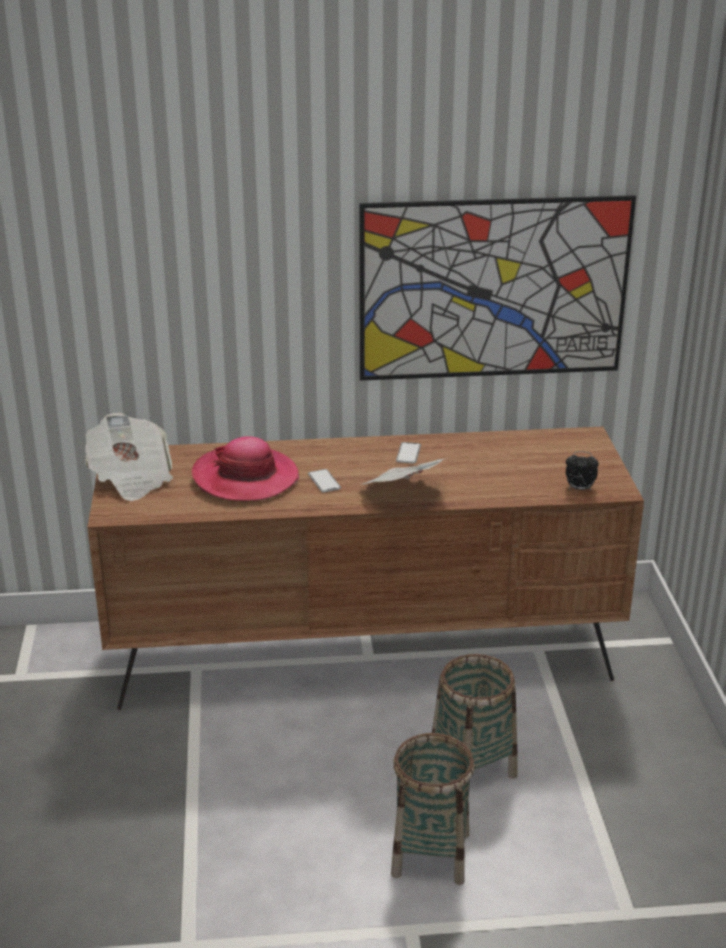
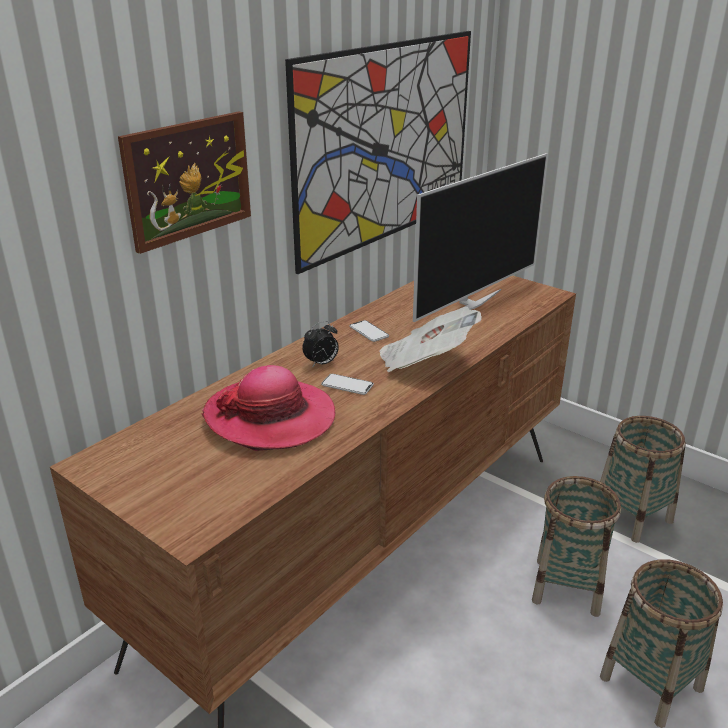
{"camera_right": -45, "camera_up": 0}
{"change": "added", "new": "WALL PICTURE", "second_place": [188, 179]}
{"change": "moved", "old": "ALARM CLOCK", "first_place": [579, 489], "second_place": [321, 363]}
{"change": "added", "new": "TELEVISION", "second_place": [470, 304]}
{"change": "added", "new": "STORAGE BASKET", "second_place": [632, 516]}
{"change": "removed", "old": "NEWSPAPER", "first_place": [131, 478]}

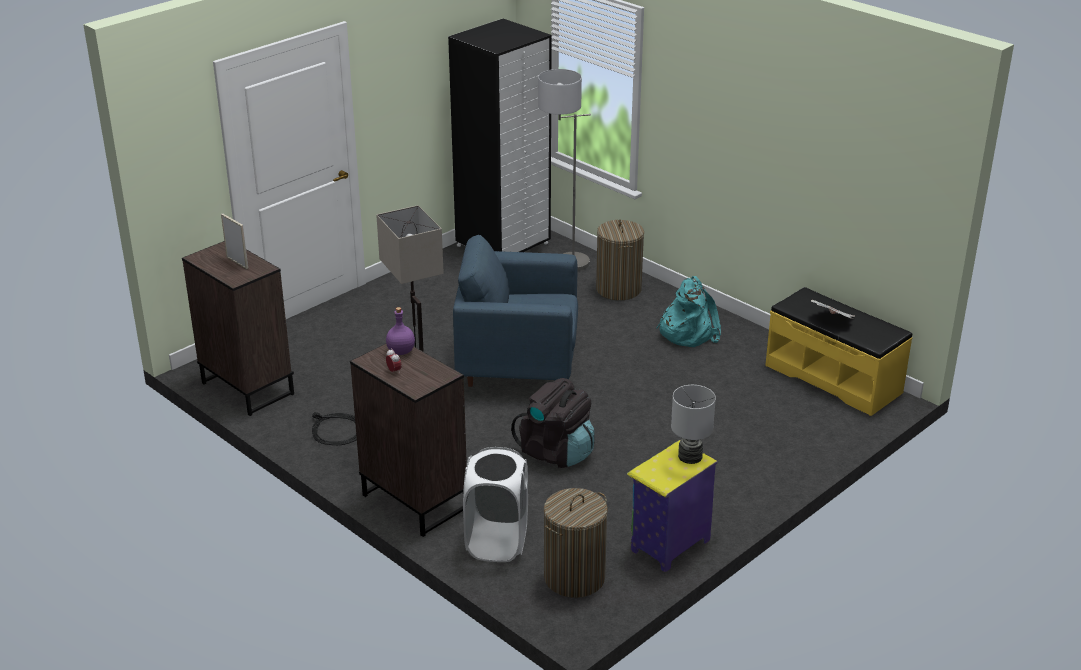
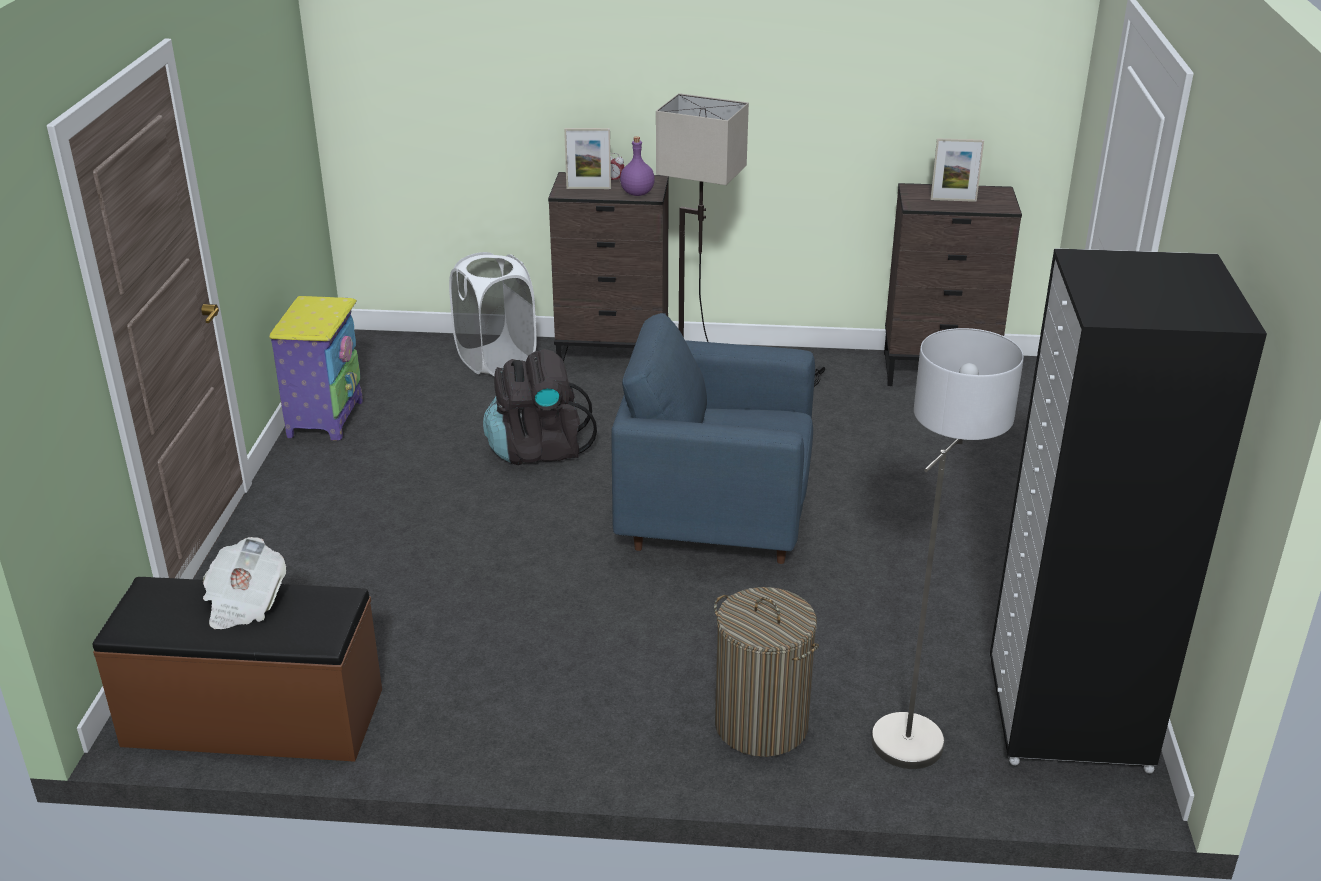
{"camera_right": 140, "camera_up": 0}
{"change": "recoloured", "old": "YELLOW-COLOURED LONG SEAT", "new": "BROWN-COLOURED LONG SEAT", "first_place": [833, 378], "second_place": [253, 718]}
{"change": "added", "new": "STANDING FRAME", "second_place": [588, 188]}
{"change": "turned", "old": "BLUISH EASY CHAIR", "first_place": [518, 366], "second_place": [716, 521], "degrees": -135}
{"change": "removed", "old": "WASHING BASKET", "first_place": [574, 578]}
{"change": "removed", "old": "TURQUOISE RUCKSACK", "first_place": [687, 332]}
{"change": "removed", "old": "GREYISH TABLETOP LAMP", "first_place": [690, 457]}

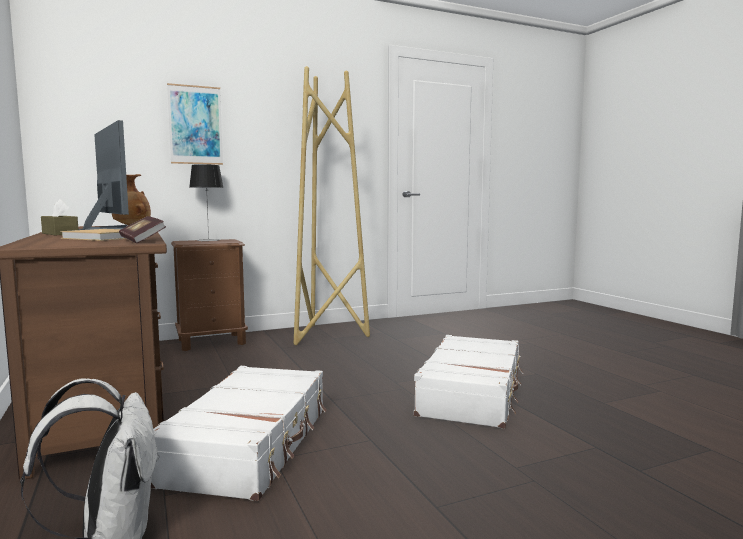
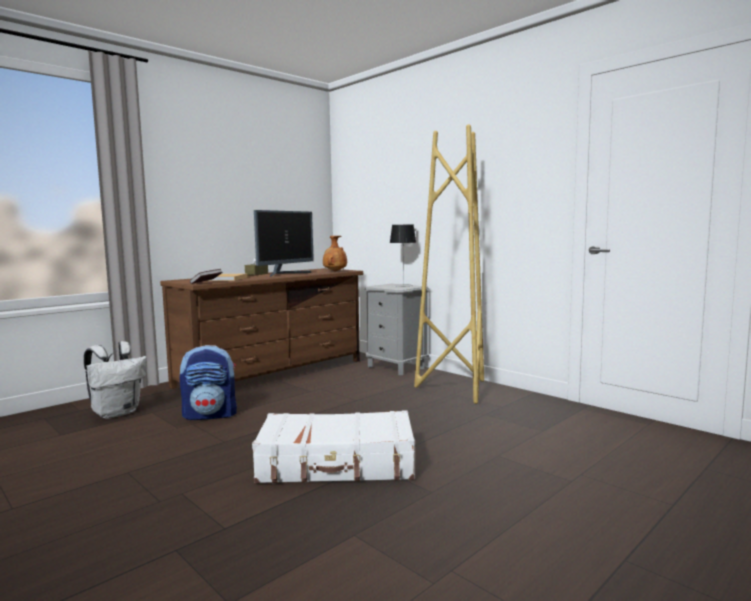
{"camera_right": 70, "camera_up": 0}
{"change": "replaced", "old": "WHITE SUITCASE", "new": "RUCKSACK", "first_place": [250, 445], "second_place": [211, 415]}
{"change": "recoloured", "old": "BROWN-COLOURED NIGHTSTAND", "new": "GREYISH NIGHTSTAND", "first_place": [212, 342], "second_place": [396, 367]}
{"change": "removed", "old": "WALL PICTURE", "first_place": [195, 125]}

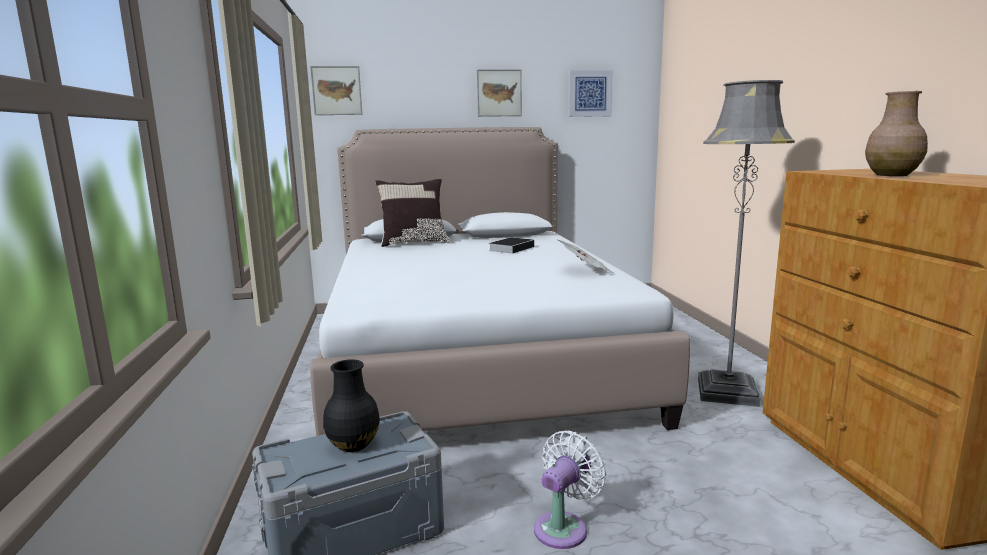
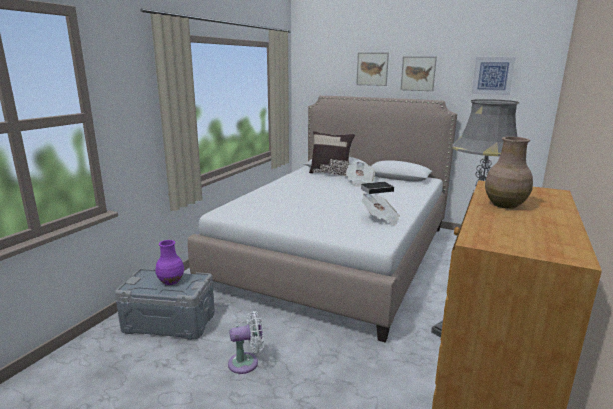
{"camera_right": 35, "camera_up": 5}
{"change": "recoloured", "old": "BLACK-COLOURED DECORATIVE VASE", "new": "PURPLISH DECORATIVE VASE", "first_place": [354, 444], "second_place": [171, 281]}
{"change": "added", "new": "NEWSPAPER", "second_place": [359, 182]}
{"change": "moved", "old": "WALL PICTURE", "first_place": [336, 90], "second_place": [372, 69]}

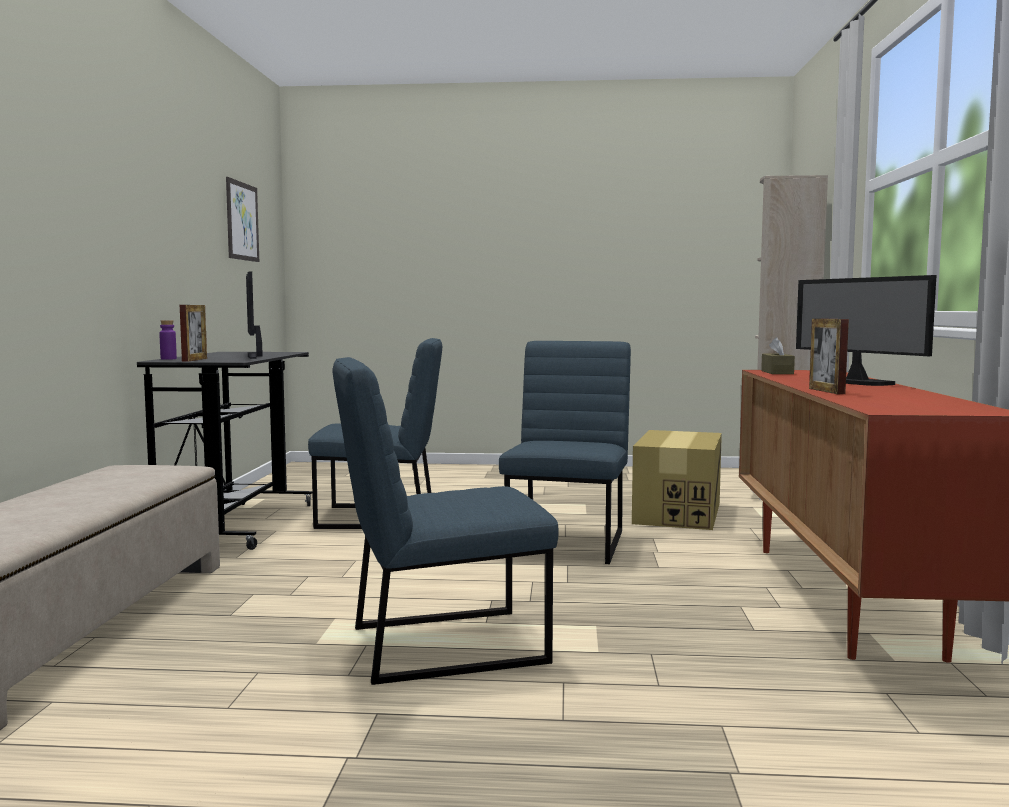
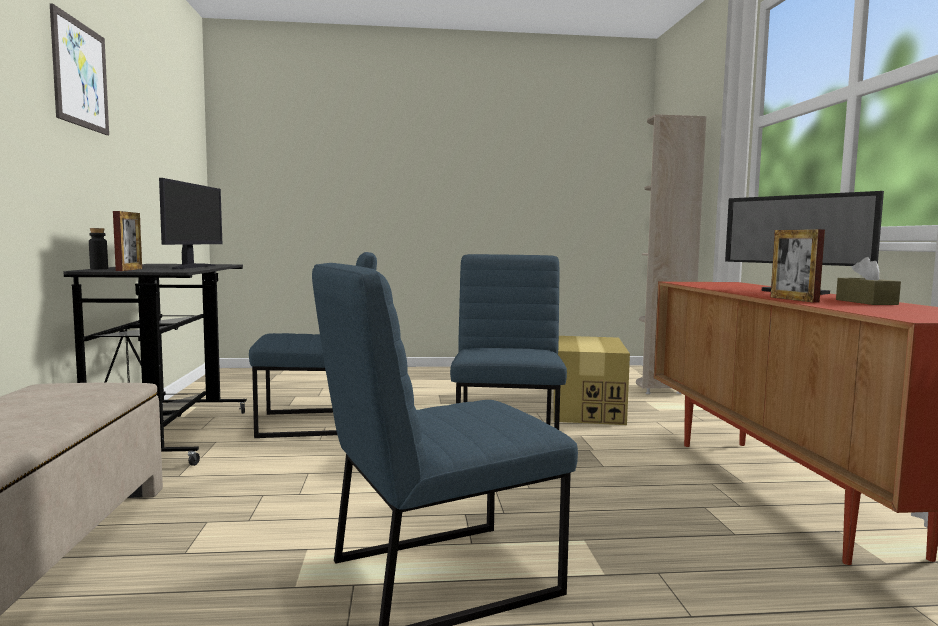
{"camera_right": -10, "camera_up": 0}
{"change": "moved", "old": "WALL PICTURE", "first_place": [242, 221], "second_place": [80, 75]}
{"change": "recoloured", "old": "PURPLISH BEVERAGE BOTTLE", "new": "BLACK-COLOURED BEVERAGE BOTTLE", "first_place": [168, 359], "second_place": [99, 269]}
{"change": "turned", "old": "COMPUTER SCREEN", "first_place": [255, 356], "second_place": [192, 267], "degrees": -150}
{"change": "moved", "old": "BROWN-COLOURED TISSUE BOX", "first_place": [777, 372], "second_place": [866, 302]}

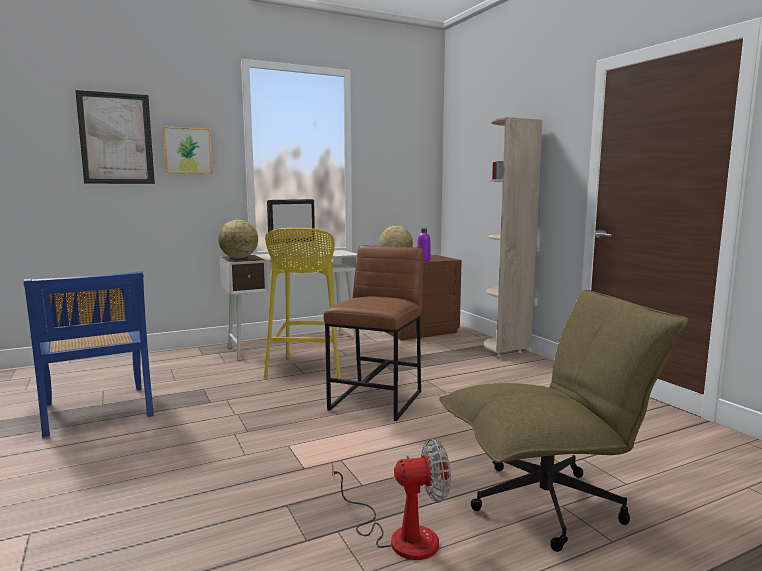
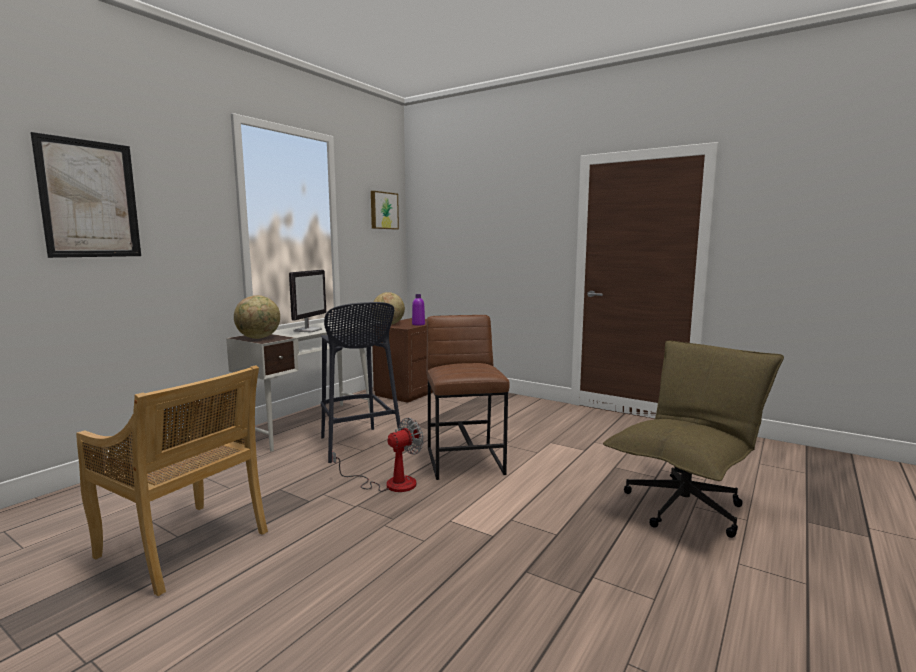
{"camera_right": -30, "camera_up": 0}
{"change": "recoloured", "old": "BLUISH PLAIN CHAIR", "new": "BEIGE-COLOURED PLAIN CHAIR", "first_place": [98, 411], "second_place": [185, 546]}
{"change": "recoloured", "old": "YELLOW-COLOURED SITTING STOOL", "new": "GREYISH SITTING STOOL", "first_place": [306, 368], "second_place": [358, 444]}
{"change": "moved", "old": "ELECTRIC FAN", "first_place": [400, 535], "second_place": [390, 484]}
{"change": "moved", "old": "WALL PICTURE", "first_place": [187, 150], "second_place": [383, 210]}
{"change": "removed", "old": "BEIGE-COLOURED SHELVING UNIT", "first_place": [502, 351]}

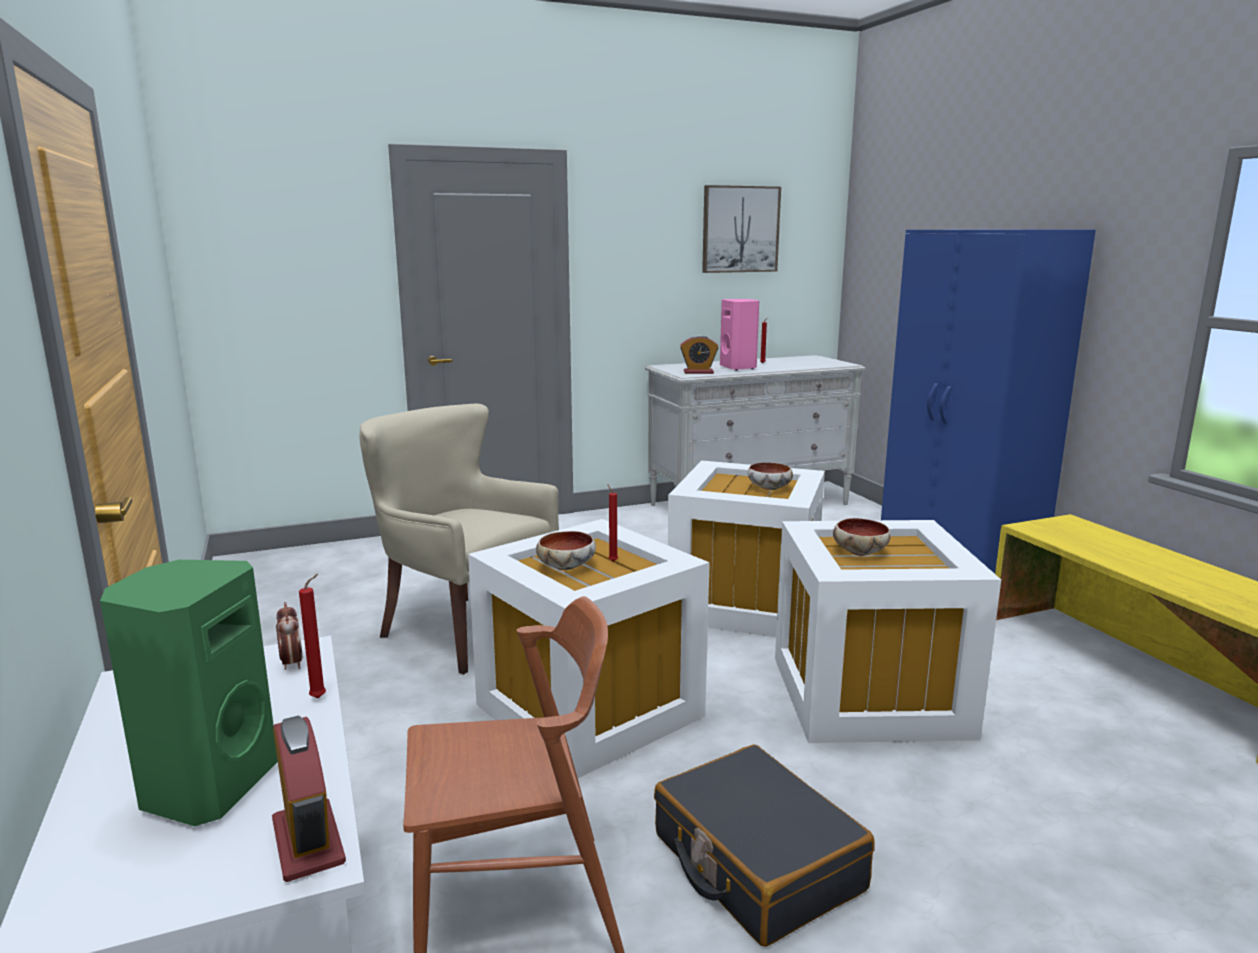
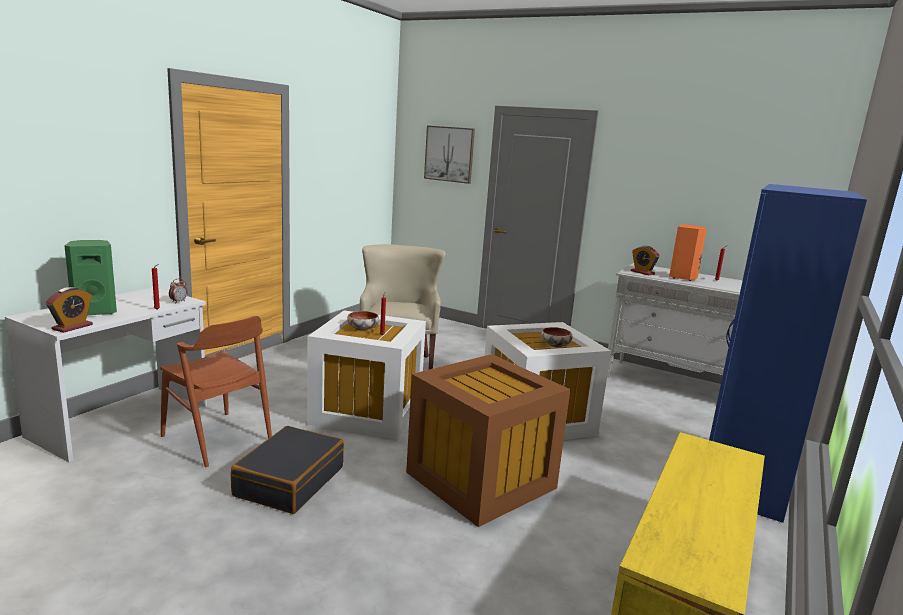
{"camera_right": 50, "camera_up": 0}
{"change": "recoloured", "old": "WHITE STORAGE BIN", "new": "BROWN-COLOURED STORAGE BIN", "first_place": [865, 694], "second_place": [481, 478]}
{"change": "moved", "old": "WALL PICTURE", "first_place": [740, 229], "second_place": [449, 154]}
{"change": "recoloured", "old": "PINK-COLOURED LOUDSPEAKER", "new": "ORANGE LOUDSPEAKER", "first_place": [739, 368], "second_place": [683, 278]}
{"change": "removed", "old": "SERVING BOWL", "first_place": [859, 552]}

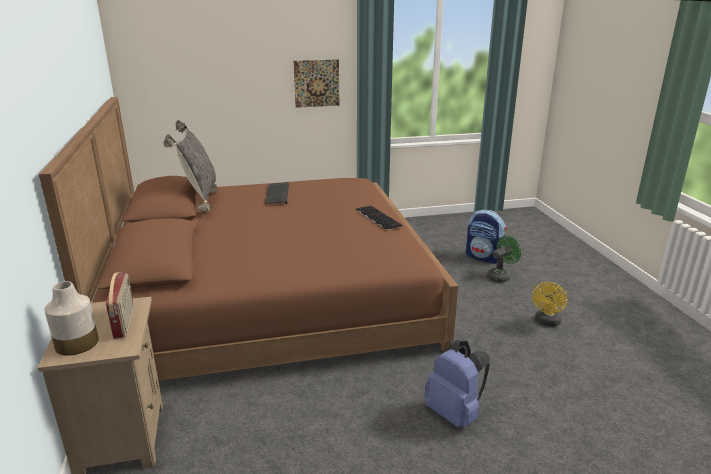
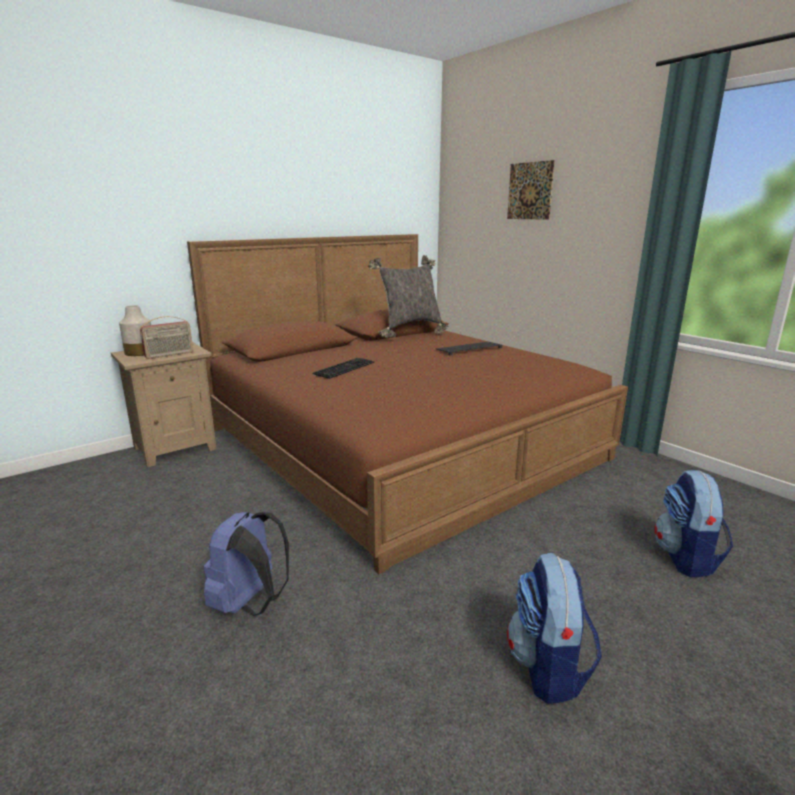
{"camera_right": 65, "camera_up": -5}
{"change": "moved", "old": "KEYBOARD", "first_place": [377, 217], "second_place": [344, 368]}
{"change": "moved", "old": "WALL PICTURE", "first_place": [316, 83], "second_place": [530, 191]}
{"change": "replaced", "old": "YELLOW-COLOURED ELECTRIC FAN", "new": "RUCKSACK", "first_place": [546, 322], "second_place": [548, 668]}
{"change": "removed", "old": "GREEN ELECTRIC FAN", "first_place": [500, 276]}

